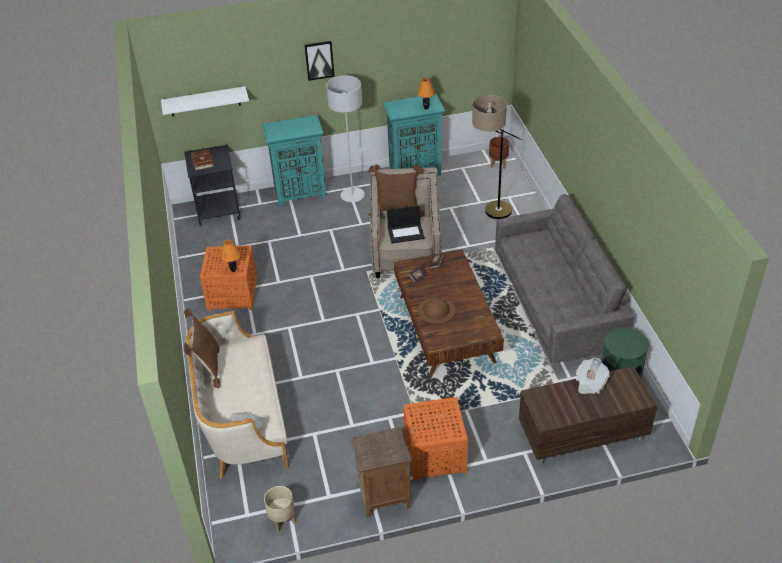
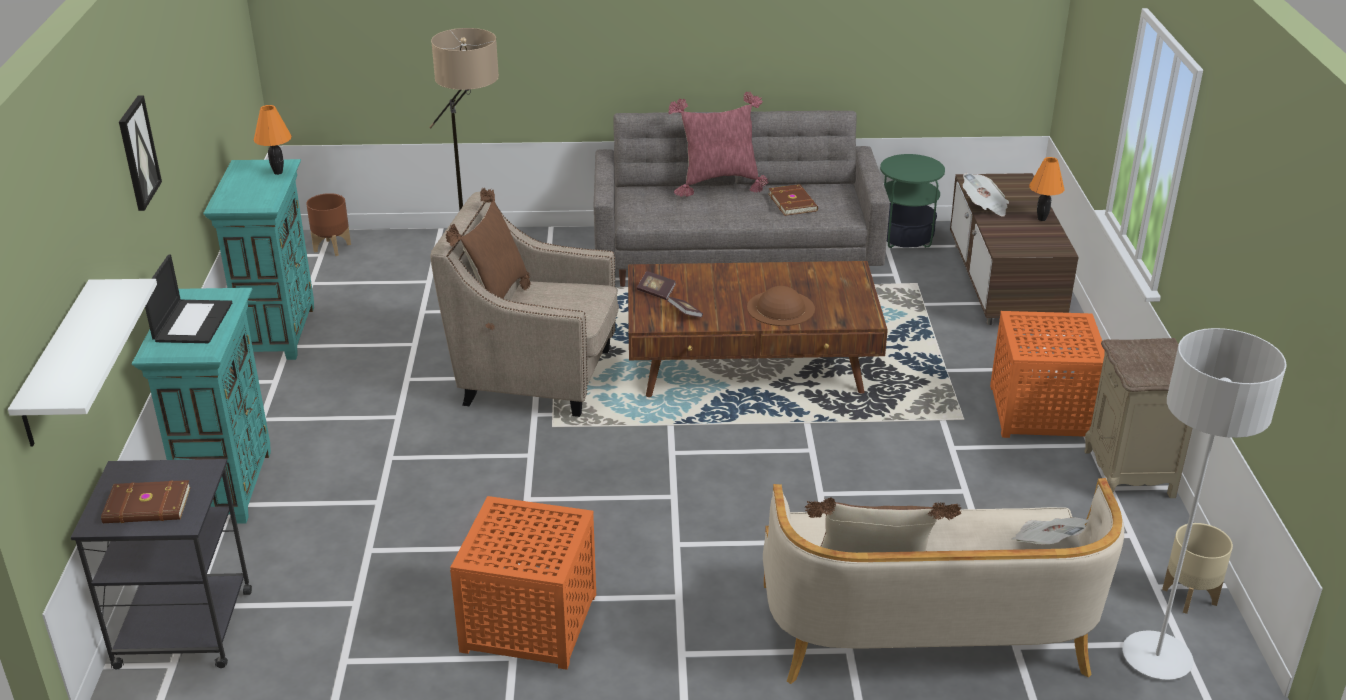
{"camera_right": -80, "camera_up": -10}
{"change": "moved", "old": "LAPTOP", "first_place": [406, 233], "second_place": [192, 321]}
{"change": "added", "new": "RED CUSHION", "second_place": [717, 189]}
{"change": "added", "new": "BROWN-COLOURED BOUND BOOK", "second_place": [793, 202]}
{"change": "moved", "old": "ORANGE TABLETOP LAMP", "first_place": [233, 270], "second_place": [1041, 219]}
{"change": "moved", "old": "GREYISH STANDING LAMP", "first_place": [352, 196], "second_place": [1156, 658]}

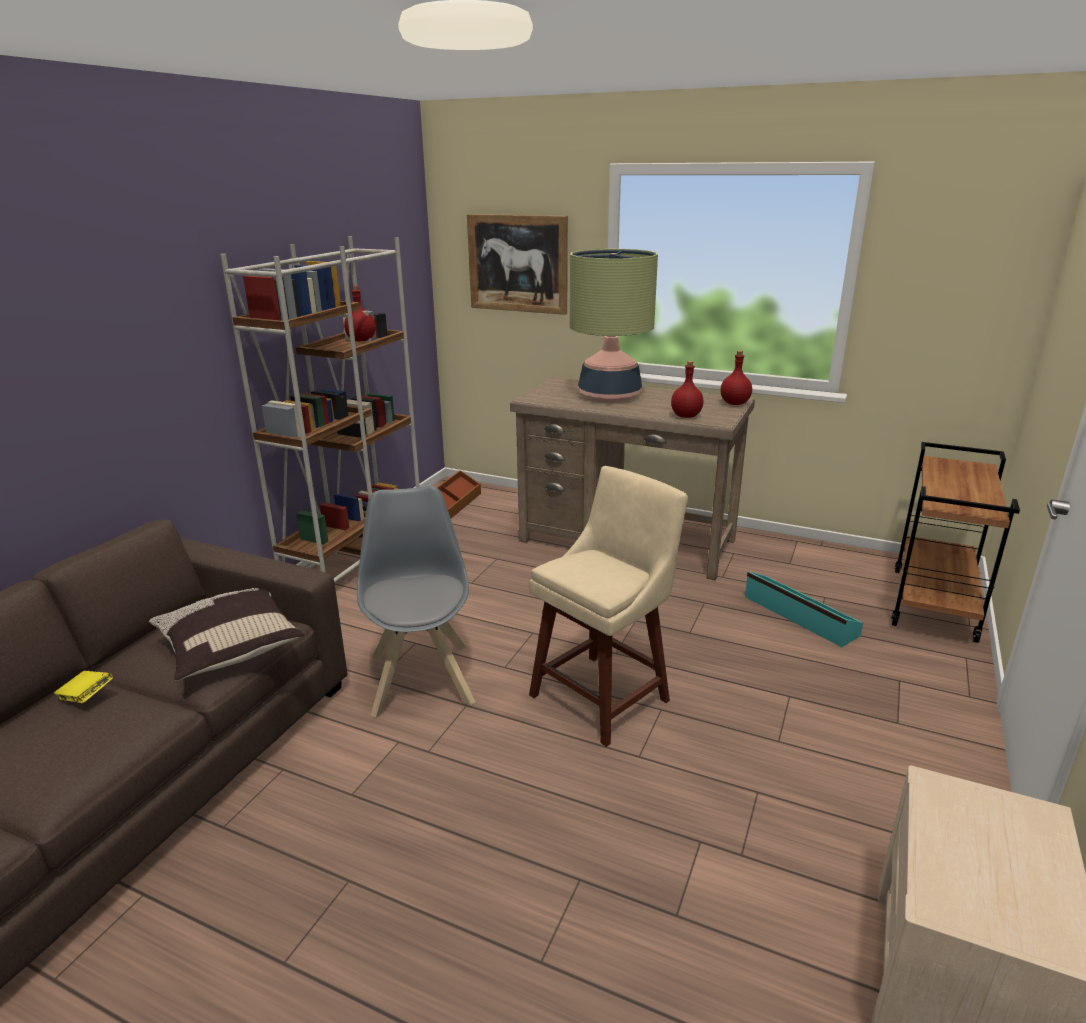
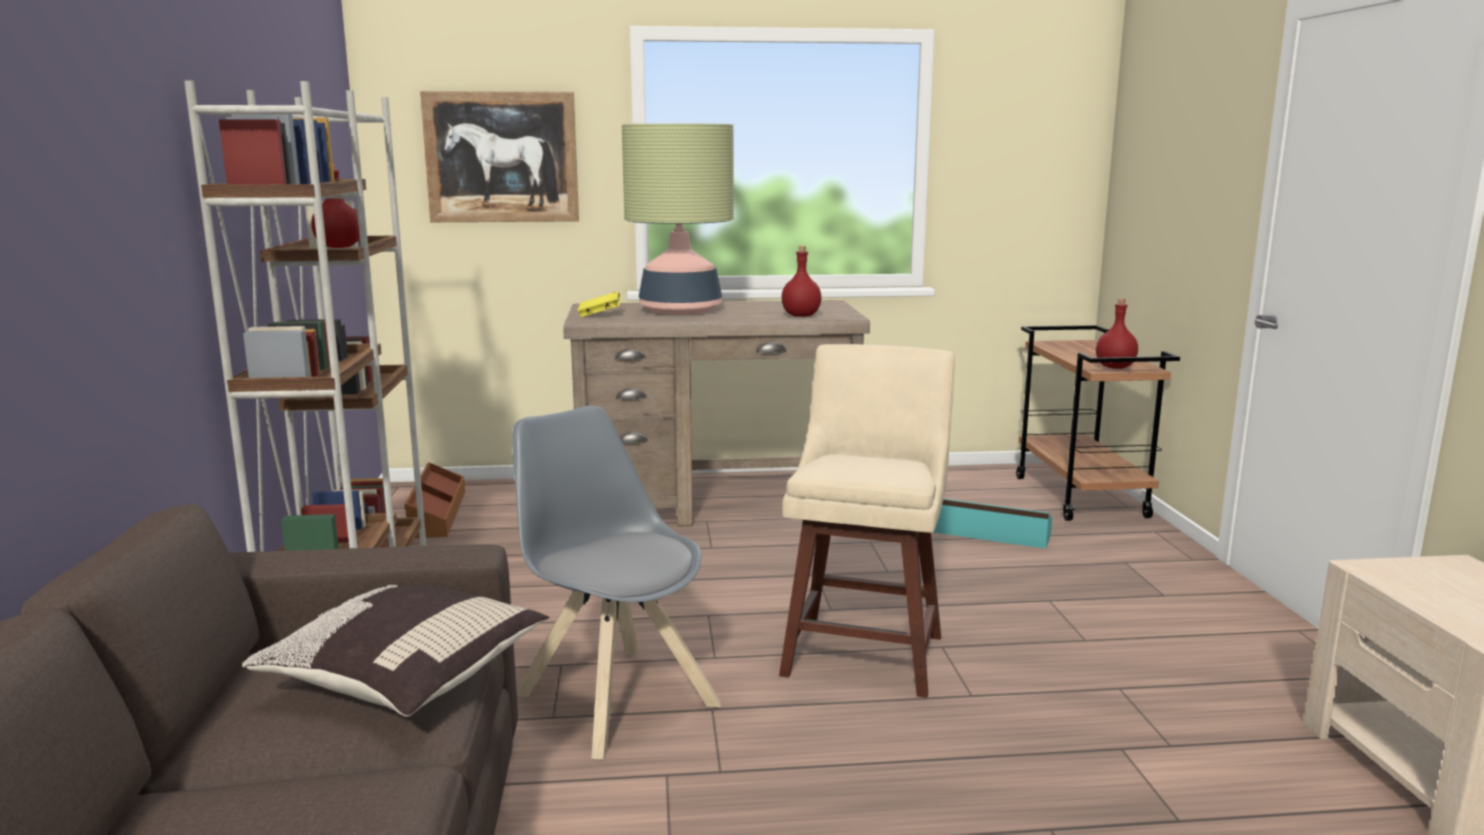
{"camera_right": -30, "camera_up": -10}
{"change": "moved", "old": "YELLOW-COLOURED BOUND BOOK", "first_place": [87, 697], "second_place": [600, 315]}
{"change": "moved", "old": "RED BEVERAGE BOTTLE", "first_place": [734, 403], "second_place": [1114, 367]}

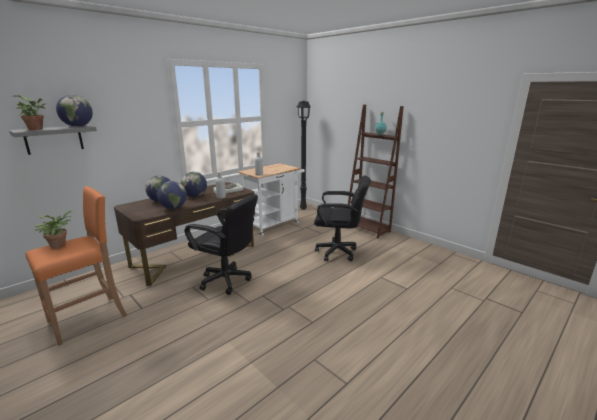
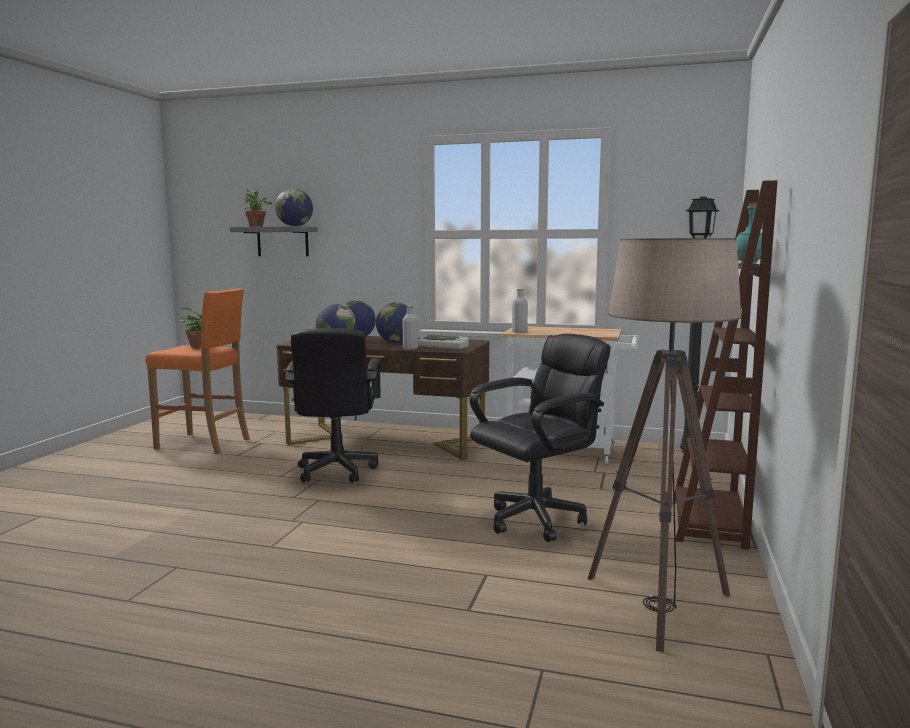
{"camera_right": 60, "camera_up": -10}
{"change": "turned", "old": "BLACK-COLOURED COMPUTER CHAIR", "first_place": [339, 252], "second_place": [538, 519], "degrees": -105}
{"change": "added", "new": "STANDING LAMP", "second_place": [657, 605]}

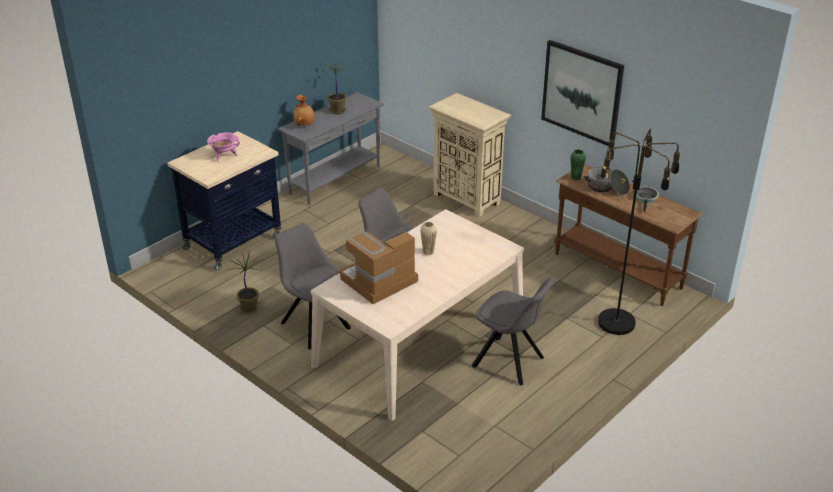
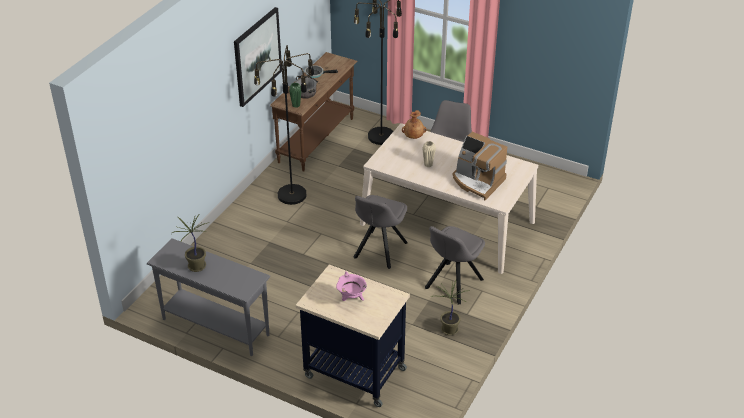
{"camera_right": -105, "camera_up": 5}
{"change": "added", "new": "STANDING LAMP", "second_place": [292, 196]}
{"change": "moved", "old": "BROWN-COLOURED DECORATIVE VASE", "first_place": [305, 125], "second_place": [413, 136]}
{"change": "removed", "old": "BEIGE-COLOURED CABINET", "first_place": [467, 199]}

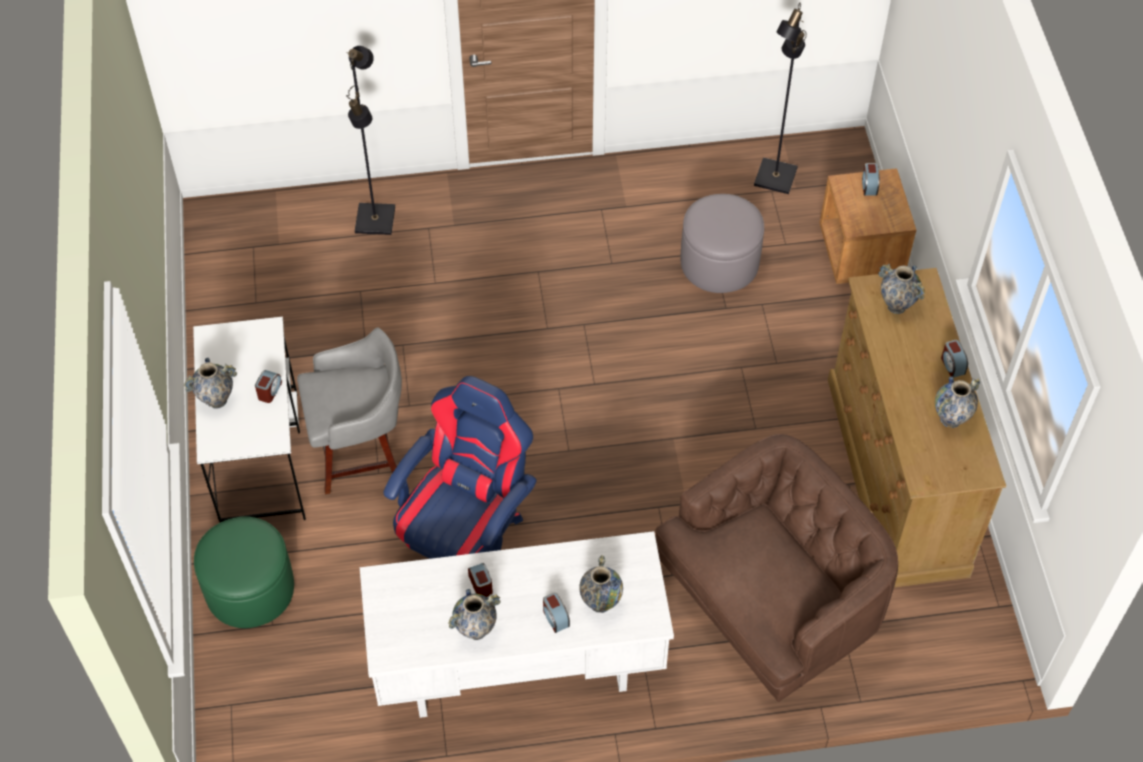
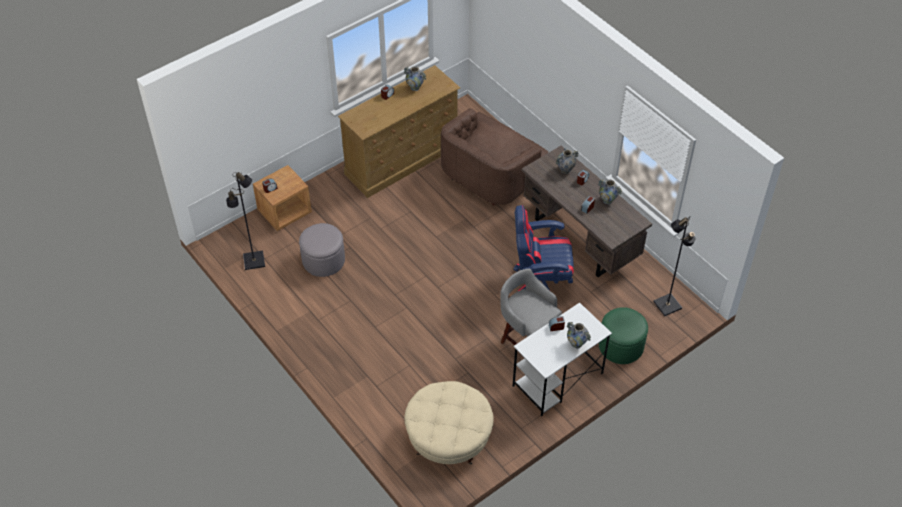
{"camera_right": -120, "camera_up": -5}
{"change": "added", "new": "BEIGE-COLOURED POUFFE", "second_place": [449, 436]}
{"change": "turned", "old": "BROWN-COLOURED EASY CHAIR", "first_place": [770, 601], "second_place": [490, 176], "degrees": -75}
{"change": "recoloured", "old": "WHITE DESK TABLE", "new": "BROWN-COLOURED DESK TABLE", "first_place": [517, 667], "second_place": [581, 238]}
{"change": "moved", "old": "BLACK-COLOURED STANDING LAMP", "first_place": [375, 220], "second_place": [667, 305]}
{"change": "removed", "old": "DECORATIVE VASE", "first_place": [896, 306]}

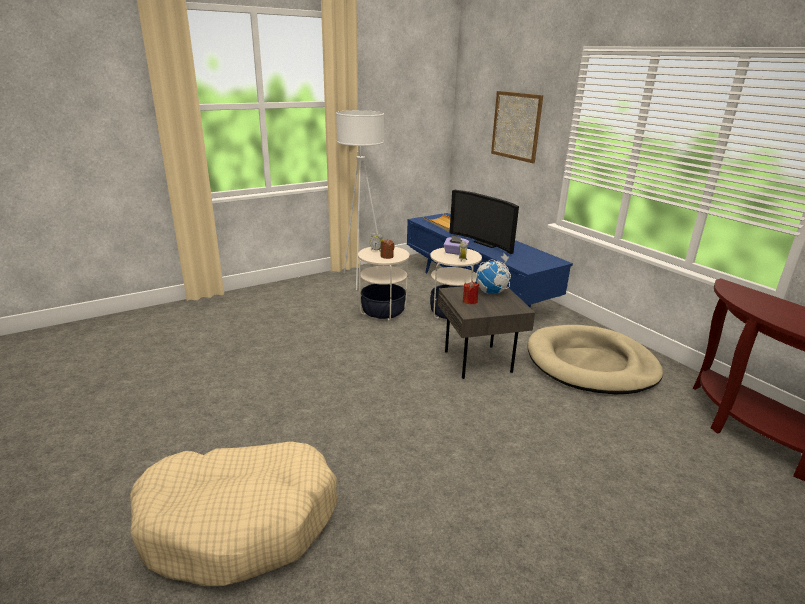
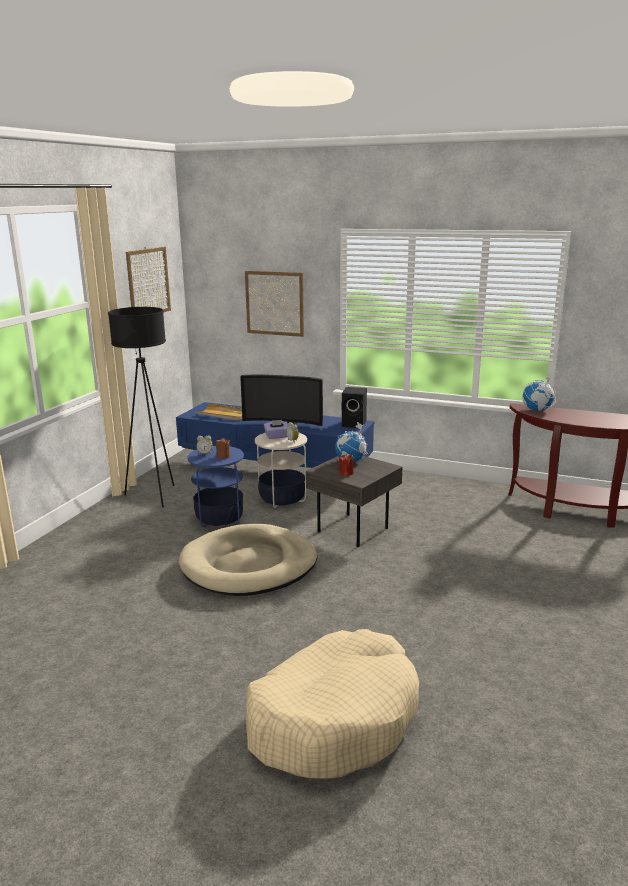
{"camera_right": -35, "camera_up": -5}
{"change": "recoloured", "old": "WHITE STANDING LAMP", "new": "BLACK-COLOURED STANDING LAMP", "first_place": [361, 279], "second_place": [153, 496]}
{"change": "added", "new": "WALL PICTURE", "second_place": [148, 281]}
{"change": "moved", "old": "BEIGE-COLOURED PET BED", "first_place": [591, 364], "second_place": [249, 565]}
{"change": "recoloured", "old": "BEIGE-COLOURED ACCENT TABLE", "new": "BLUISH ACCENT TABLE", "first_place": [383, 312], "second_place": [219, 519]}
{"change": "added", "new": "BLACK-COLOURED LOUDSPEAKER", "second_place": [355, 424]}
{"change": "added", "new": "DESK GLOBE", "second_place": [537, 410]}

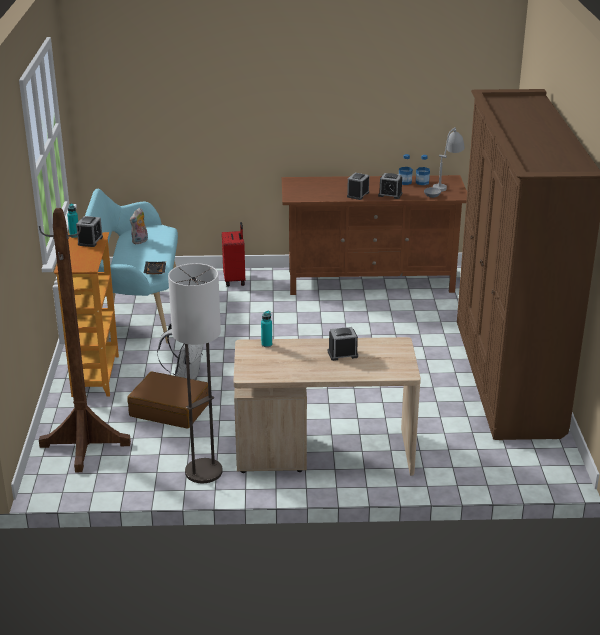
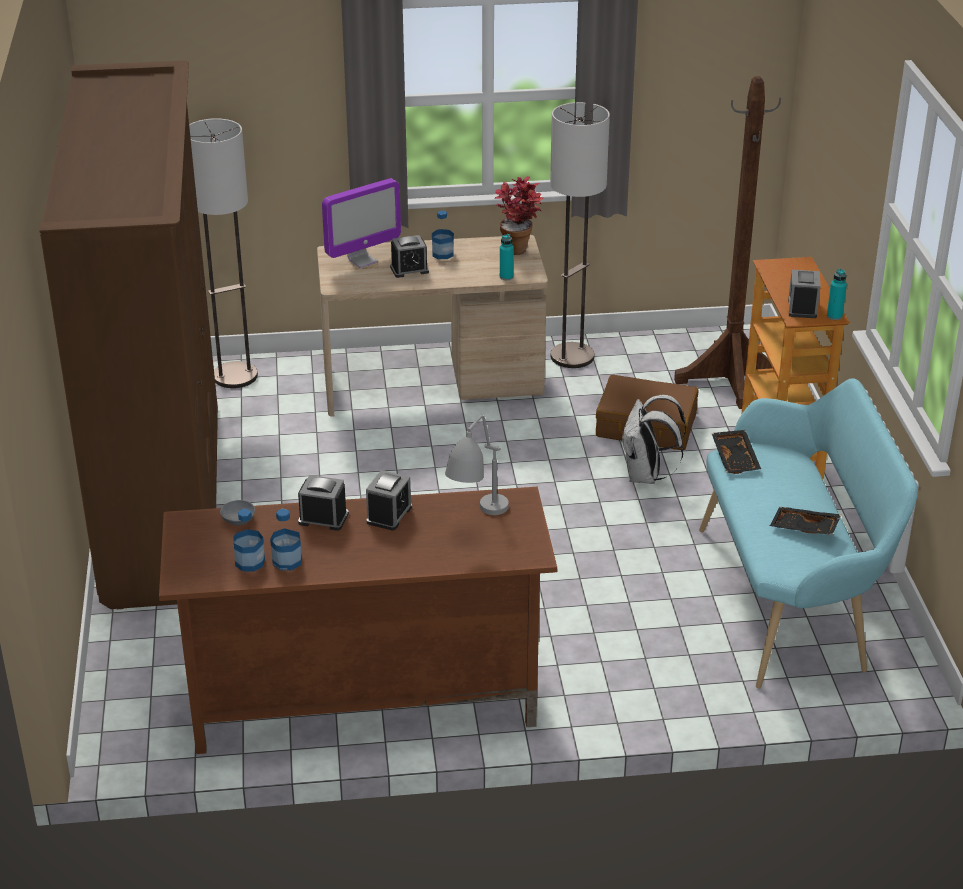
{"camera_right": 175, "camera_up": 5}
{"change": "added", "new": "STANDING LAMP", "second_place": [235, 376]}
{"change": "added", "new": "COMPUTER SCREEN", "second_place": [362, 260]}
{"change": "added", "new": "BEVERAGE BOTTLE", "second_place": [443, 254]}
{"change": "moved", "old": "GREYISH TABLETOP LAMP", "first_place": [447, 184], "second_place": [477, 523]}
{"change": "added", "new": "POTTED PLANT", "second_place": [519, 247]}
{"change": "replaced", "old": "SOFT TOY", "new": "BLACK-COLOURED CARRYING TRAY", "first_place": [140, 241], "second_place": [804, 529]}
{"change": "removed", "old": "RED SUITCASE", "first_place": [235, 280]}

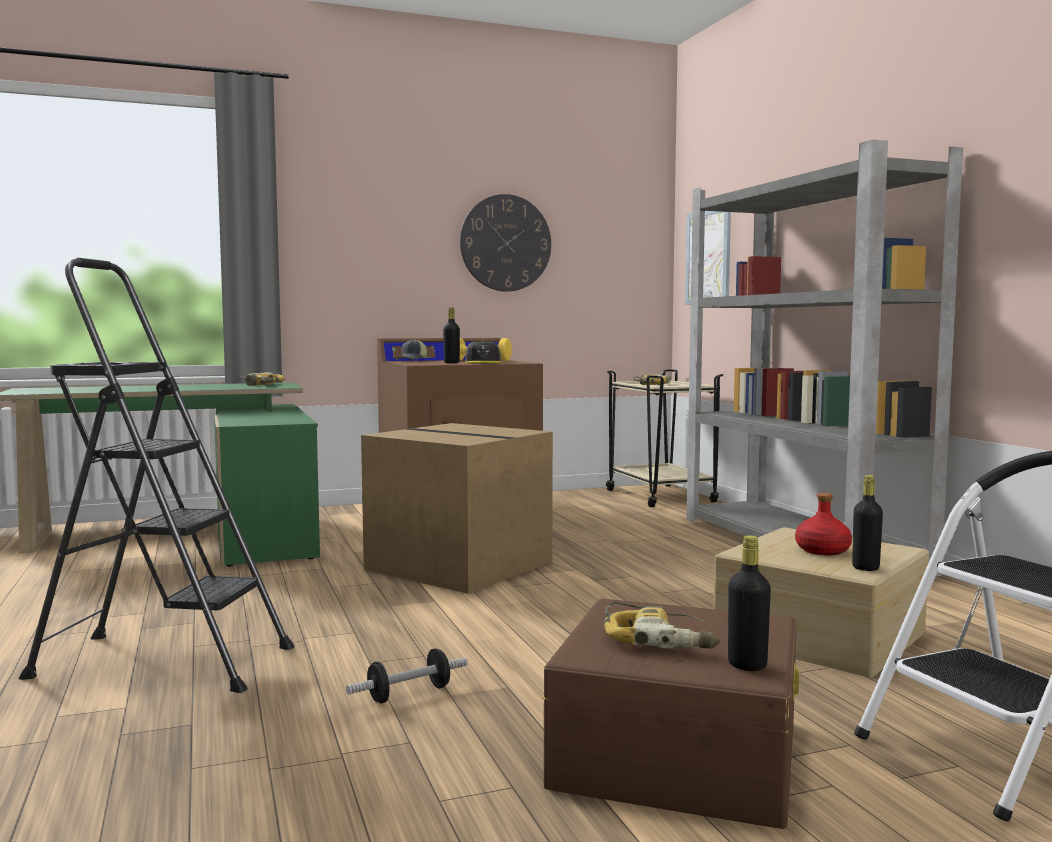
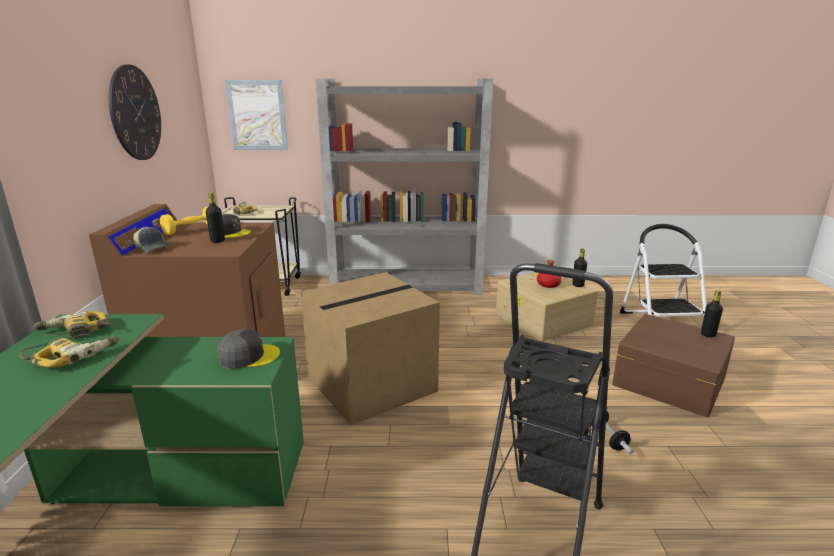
{"camera_right": -70, "camera_up": 15}
{"change": "moved", "old": "POWER DRILL", "first_place": [659, 639], "second_place": [73, 355]}
{"change": "added", "new": "GREYISH CAP", "second_place": [248, 356]}

